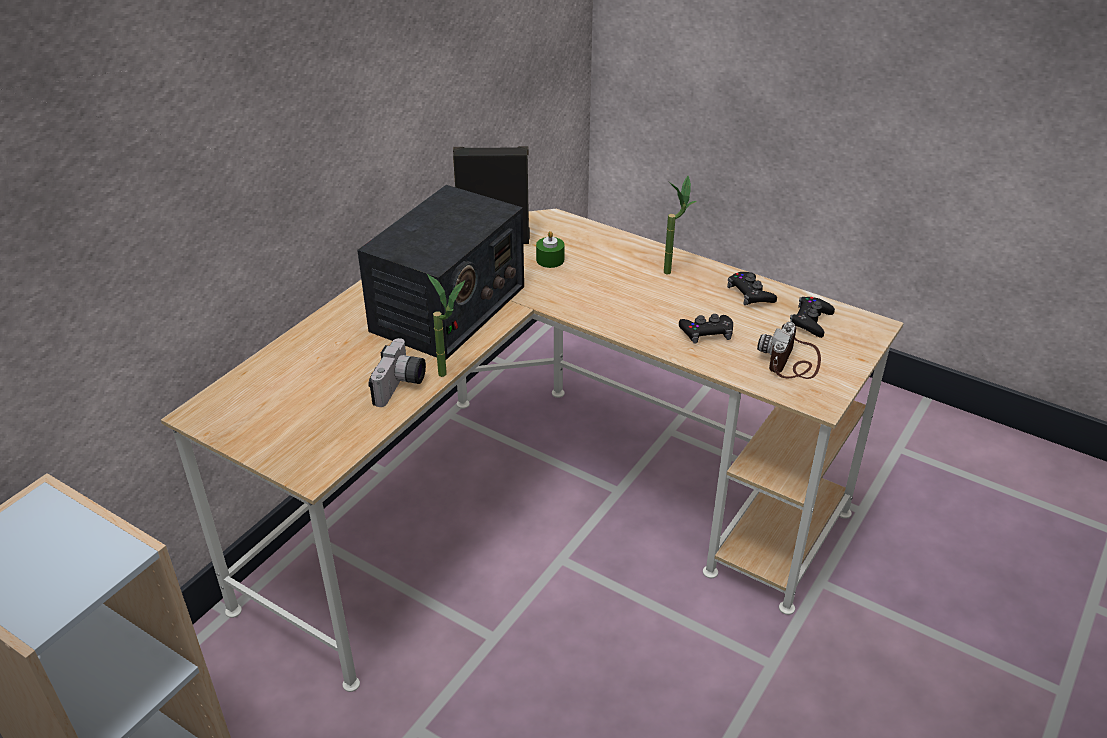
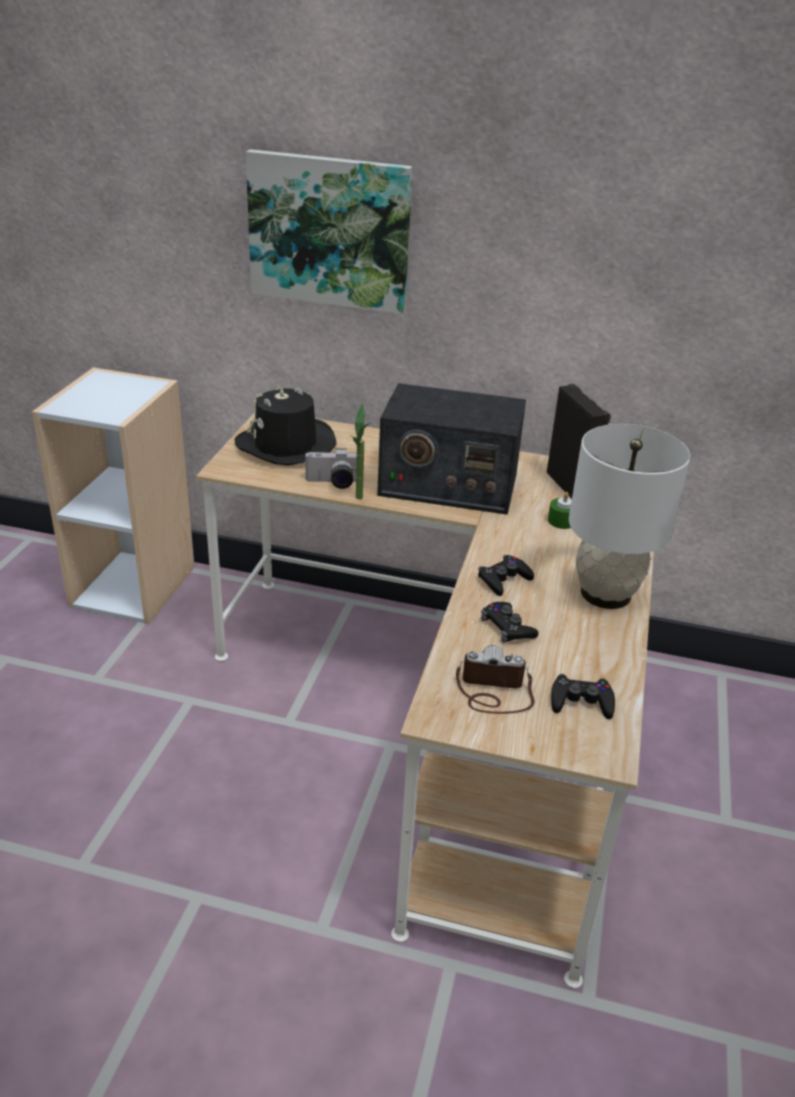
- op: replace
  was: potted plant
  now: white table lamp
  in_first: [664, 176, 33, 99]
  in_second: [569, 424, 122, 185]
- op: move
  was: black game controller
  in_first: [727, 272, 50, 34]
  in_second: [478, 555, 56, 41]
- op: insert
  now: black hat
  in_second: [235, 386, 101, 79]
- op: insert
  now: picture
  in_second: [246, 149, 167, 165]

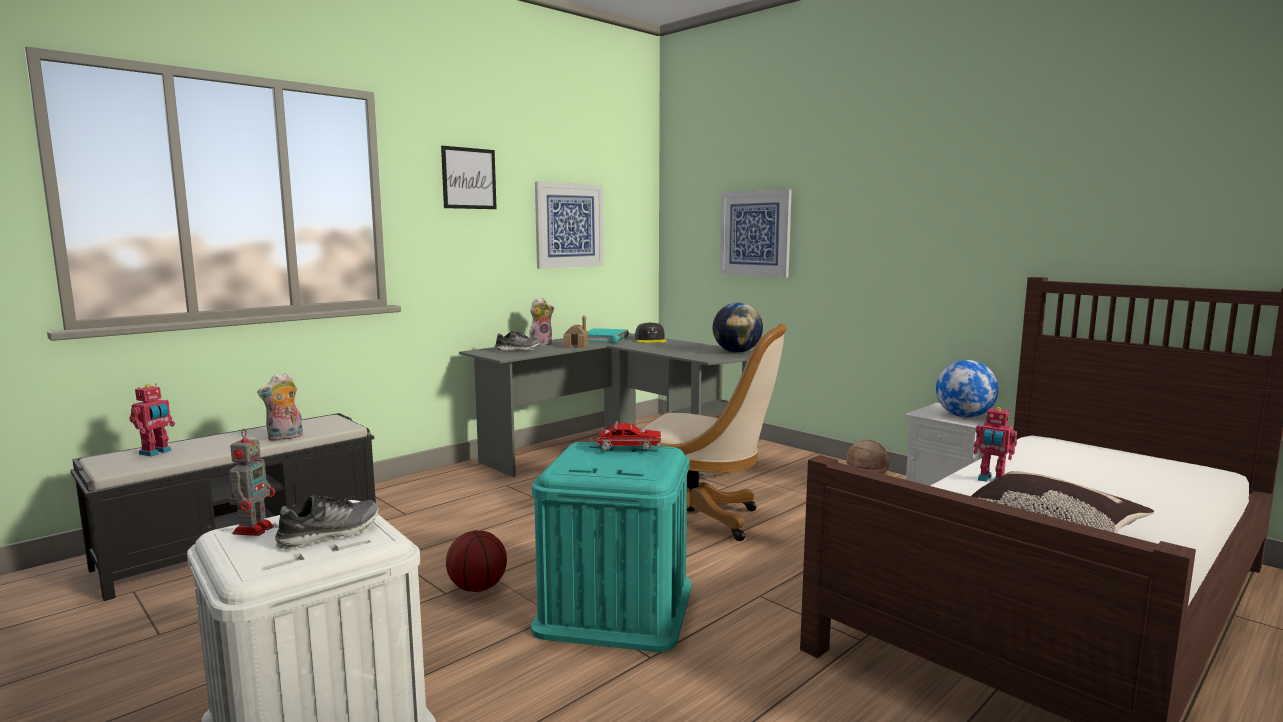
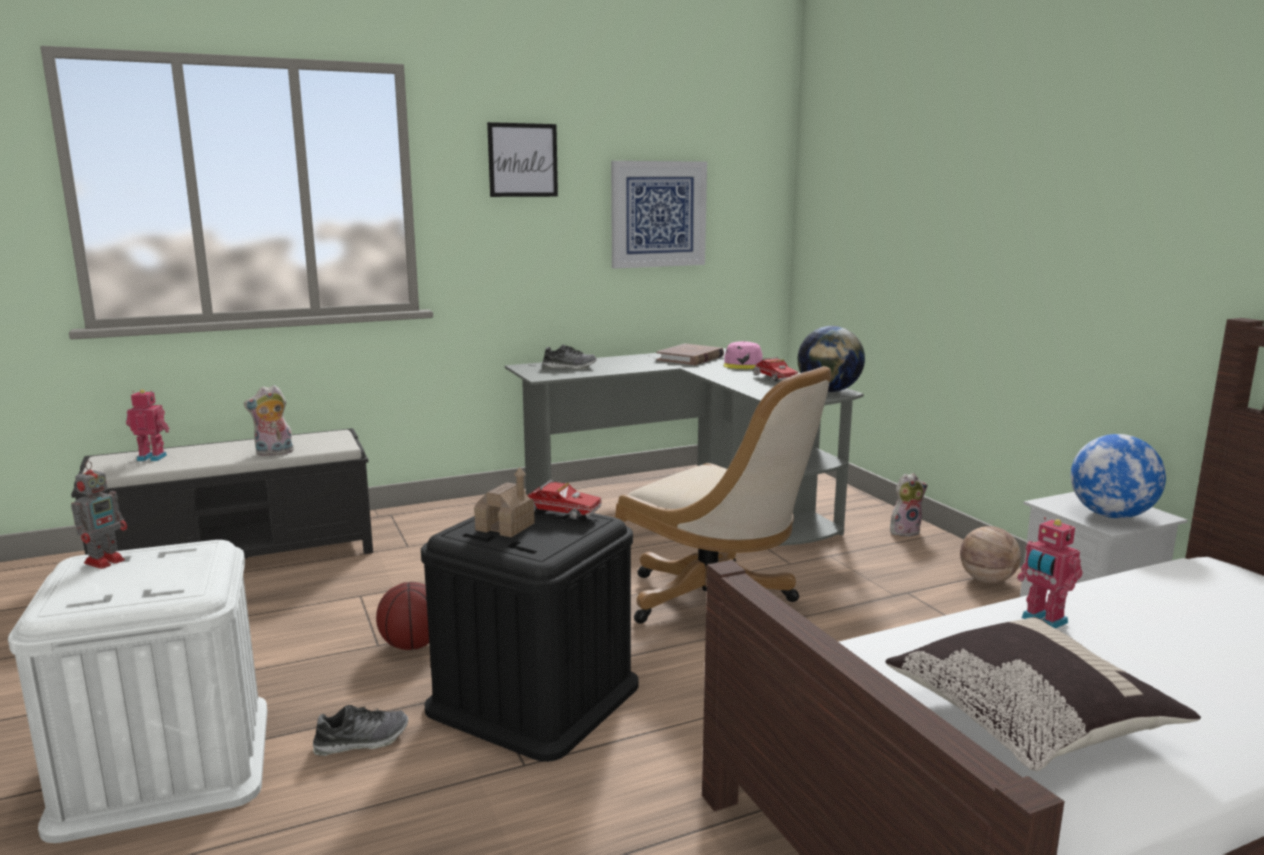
- op: rotate
  was: toy robot
  in_first: [129, 384, 46, 73]
  in_second: [126, 390, 44, 71]
  clockwise: -135
- op: move
  was: shoe
  in_first: [275, 495, 104, 54]
  in_second: [313, 705, 95, 51]
- op: move
  was: plush toy
  in_first: [529, 298, 25, 48]
  in_second: [890, 473, 38, 64]
- op: recolor
  was: turquoise storage box
  now: black storage box
  in_first: [531, 442, 160, 210]
  in_second: [421, 507, 218, 255]
- op: move
  was: toy house
  in_first: [564, 315, 24, 33]
  in_second: [474, 467, 61, 70]
- op: recolor
  was: turquoise book
  now: brown book
  in_first: [587, 328, 42, 15]
  in_second: [656, 343, 68, 22]
- op: recolor
  was: grey cap
  now: pink cap
  in_first: [635, 322, 32, 21]
  in_second: [724, 341, 39, 28]
- op: delete
  was: picture
  in_first: [720, 190, 72, 87]
- op: insert
  now: toy truck
  in_second: [753, 357, 45, 24]

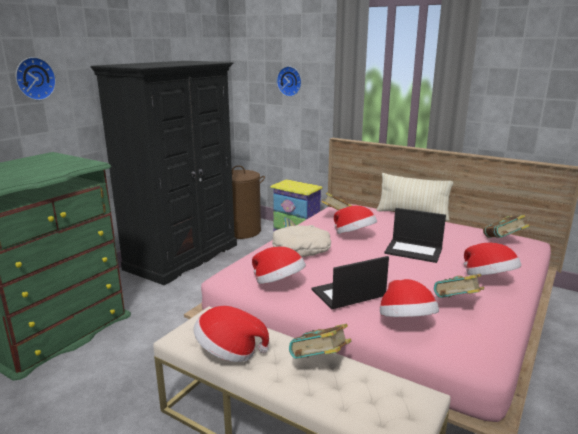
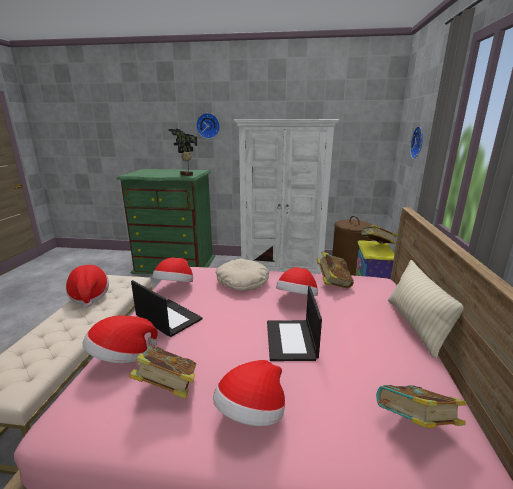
- op: recolor
  was: black wardrobe
  now: white wardrobe
  in_first: [90, 61, 147, 224]
  in_second: [234, 119, 105, 155]
- op: move
  was: book
  in_first: [289, 324, 62, 35]
  in_second: [360, 225, 38, 19]
- op: insert
  now: potted plant
  in_second: [168, 129, 29, 47]

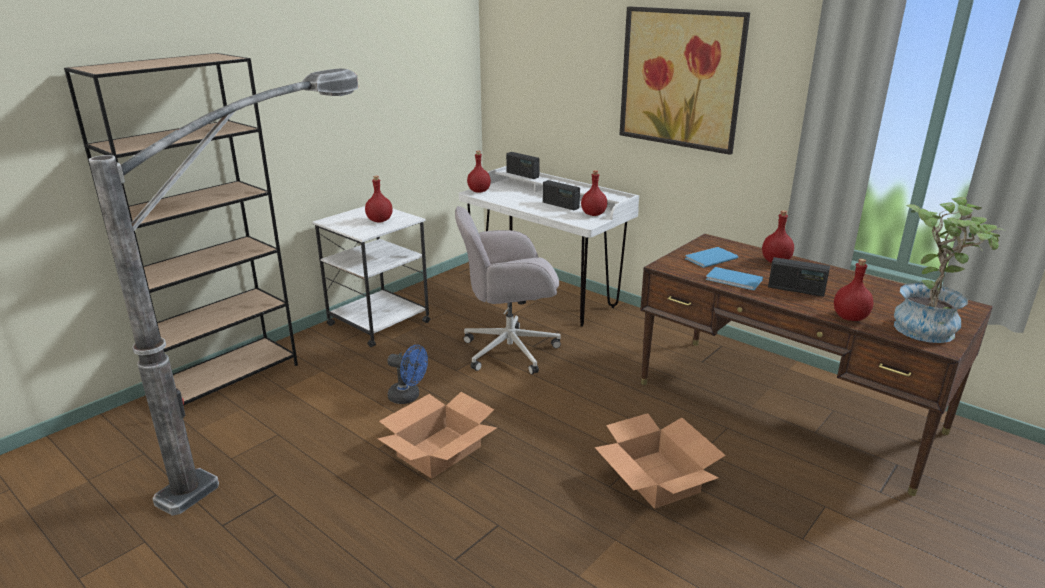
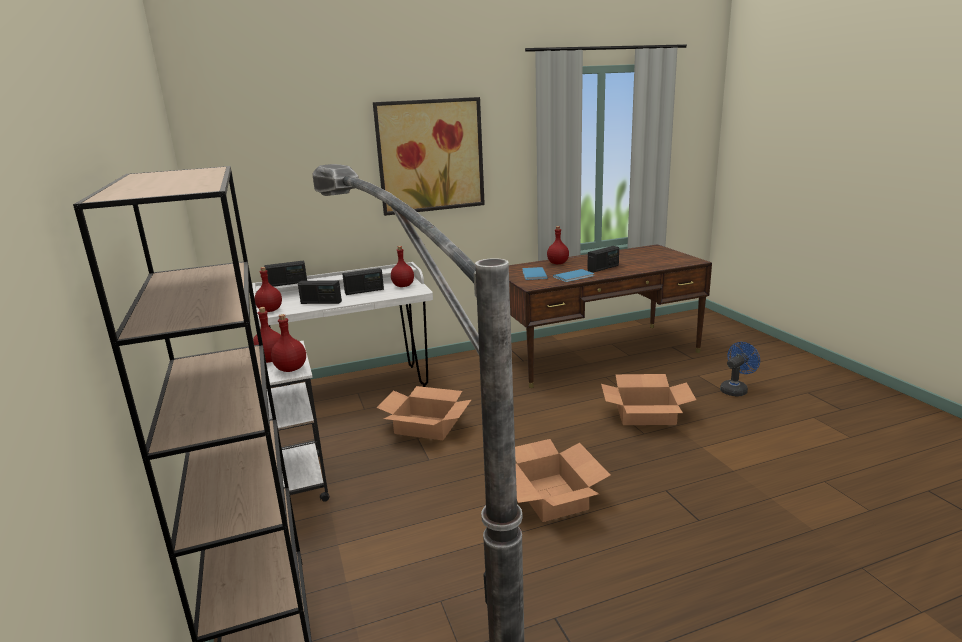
- op: move
  was: blue fan
  in_first: [387, 345, 41, 59]
  in_second: [720, 342, 40, 55]
- op: replace
  was: grey office chair
  now: cardboard box
  in_first: [455, 206, 106, 168]
  in_second: [377, 386, 94, 54]
- op: move
  was: red bottle
  in_first: [834, 259, 40, 62]
  in_second: [271, 314, 35, 58]
- op: delete
  was: potted plant
  in_first: [894, 197, 111, 146]
- op: insert
  now: radio
  in_second: [298, 280, 44, 24]

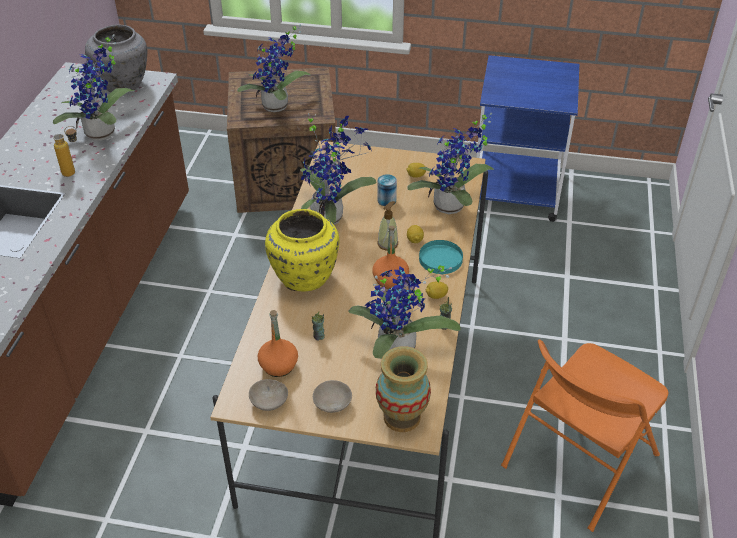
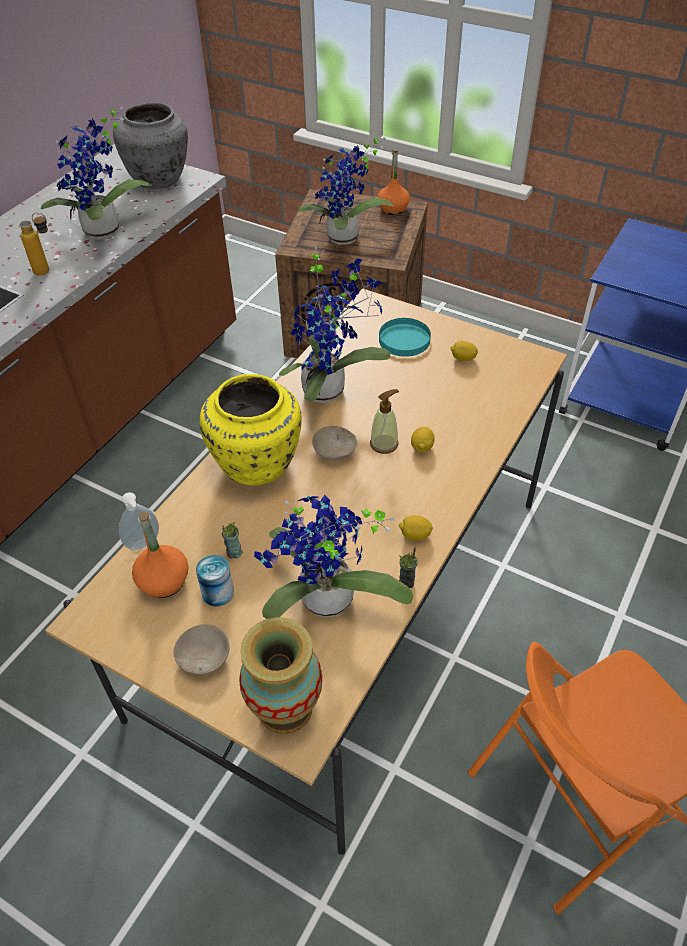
- op: move
  was: beige bowl
  in_first: [249, 379, 39, 32]
  in_second: [312, 426, 45, 35]
- op: move
  was: orange bottle
  in_first: [372, 226, 37, 63]
  in_second: [377, 149, 33, 66]
- op: move
  was: can
  in_first: [377, 174, 20, 32]
  in_second: [196, 555, 38, 51]
- op: delete
  was: potted plant
  in_first: [407, 112, 87, 102]
- op: move
  was: turquoise plate
  in_first: [419, 240, 44, 34]
  in_second: [379, 318, 52, 39]
- op: insert
  now: soap dispenser
  in_second: [119, 492, 40, 58]

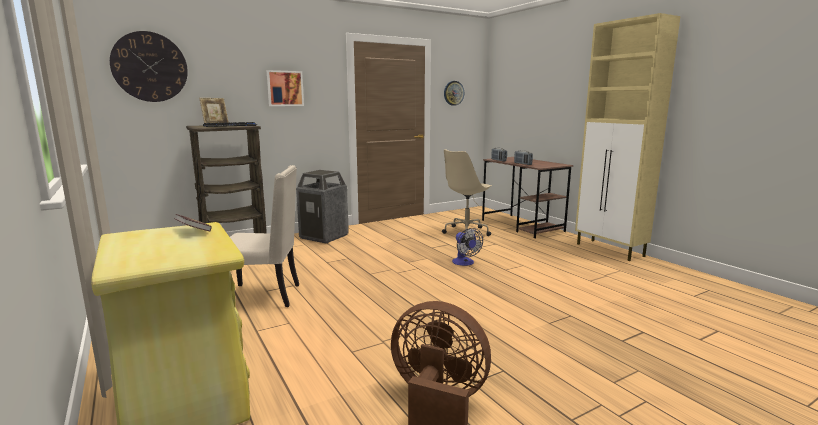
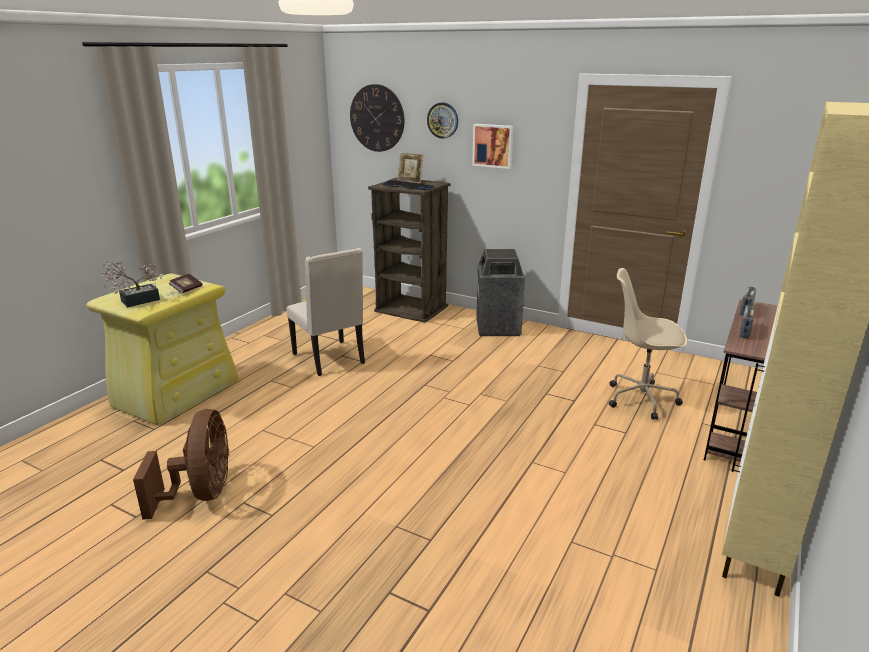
- op: move
  was: wall clock
  in_first: [444, 81, 20, 25]
  in_second: [427, 102, 31, 37]
- op: delete
  was: fan
  in_first: [452, 228, 31, 38]
- op: insert
  now: potted plant
  in_second: [102, 261, 61, 46]

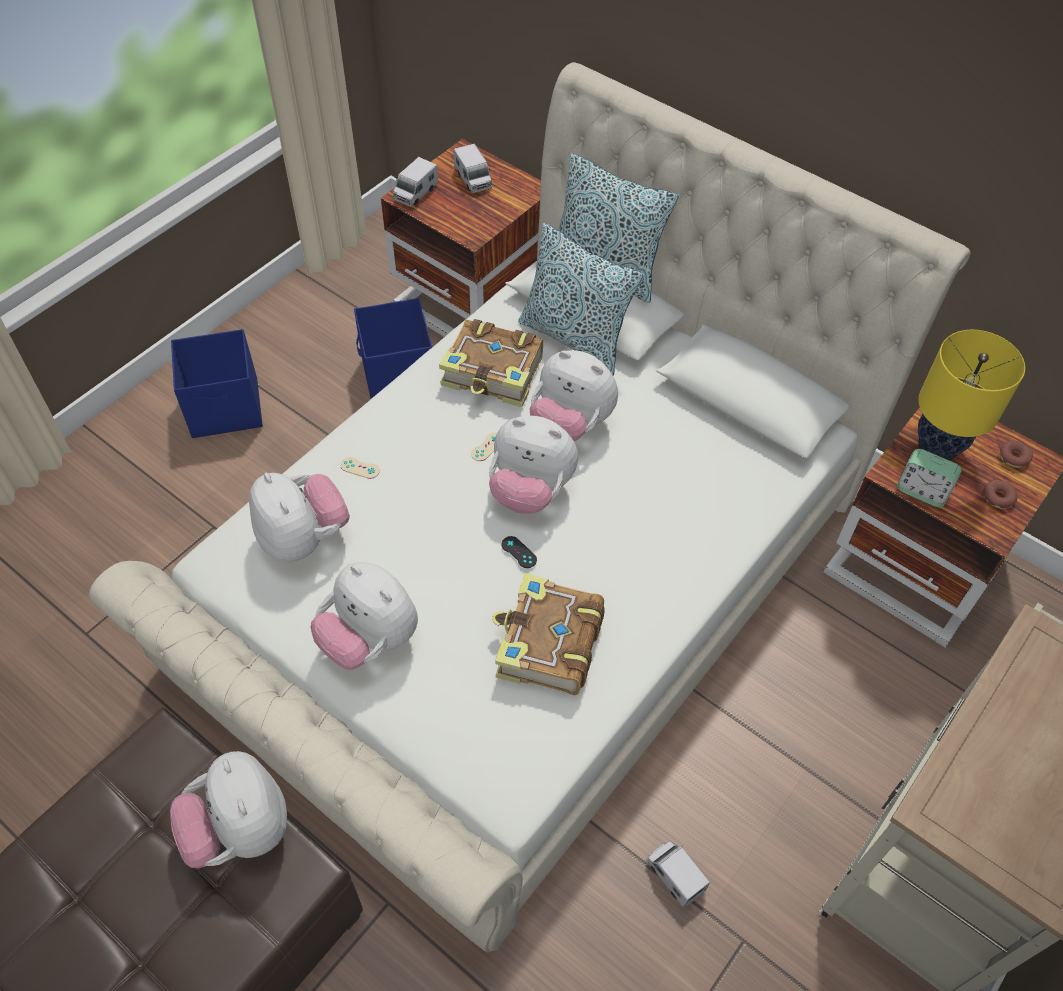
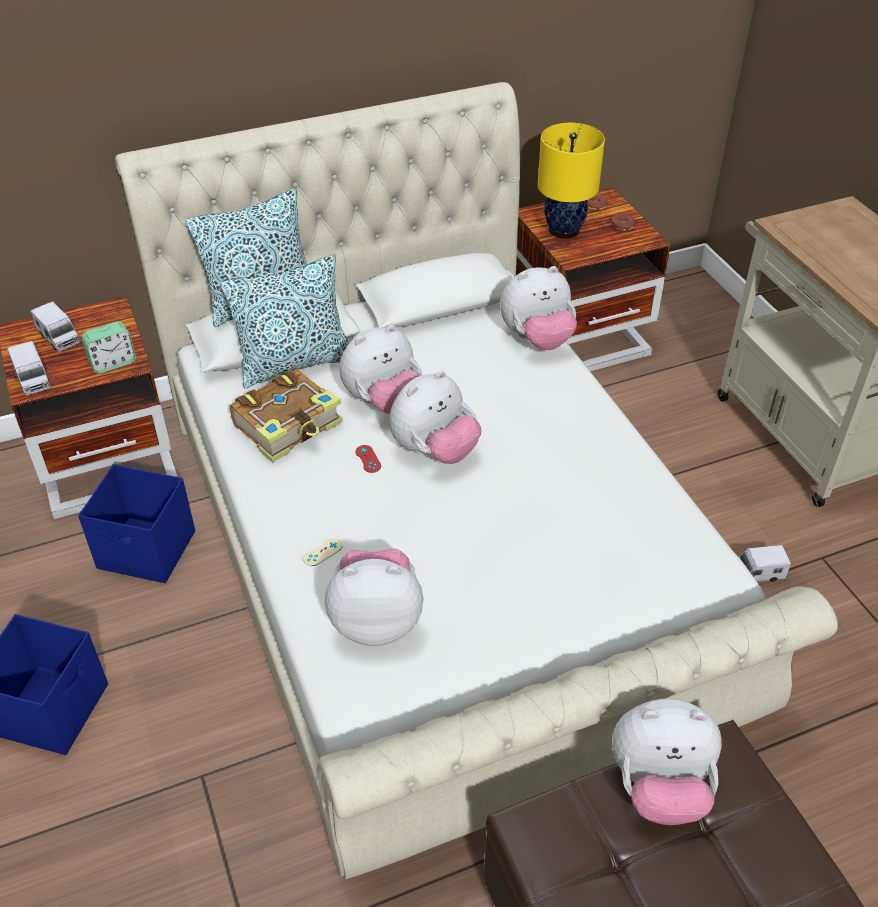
- op: move
  was: plush toy
  in_first: [311, 562, 107, 108]
  in_second: [500, 266, 77, 84]
- op: rotate
  was: toy truck
  in_first: [454, 144, 38, 49]
  in_second: [31, 301, 49, 51]
  clockwise: 45
- op: recolor
  was: beige game controller
  now: red game controller
  in_first: [471, 432, 26, 29]
  in_second: [355, 445, 26, 28]
- op: delete
  was: book
  in_first: [492, 573, 113, 122]
- op: delete
  was: black game controller
  in_first: [502, 536, 35, 32]
- op: move
  was: alarm clock
  in_first: [897, 449, 65, 58]
  in_second: [82, 322, 54, 52]

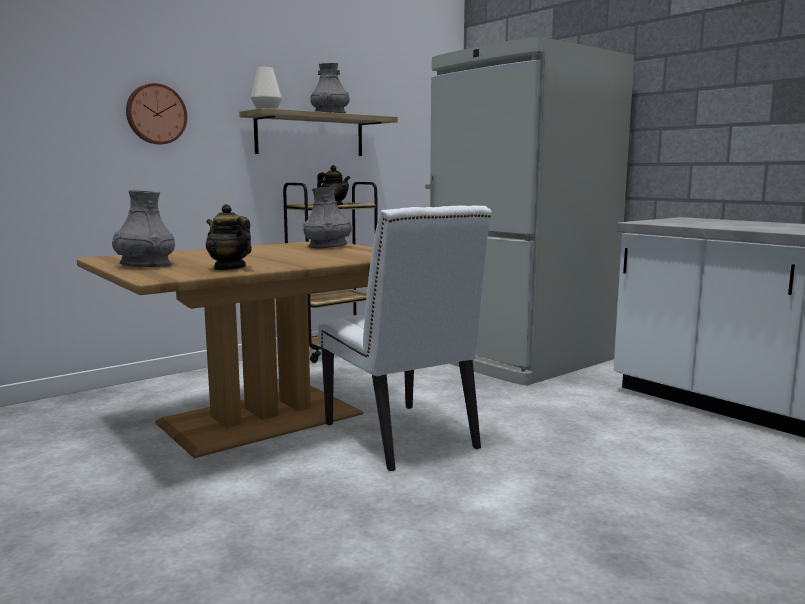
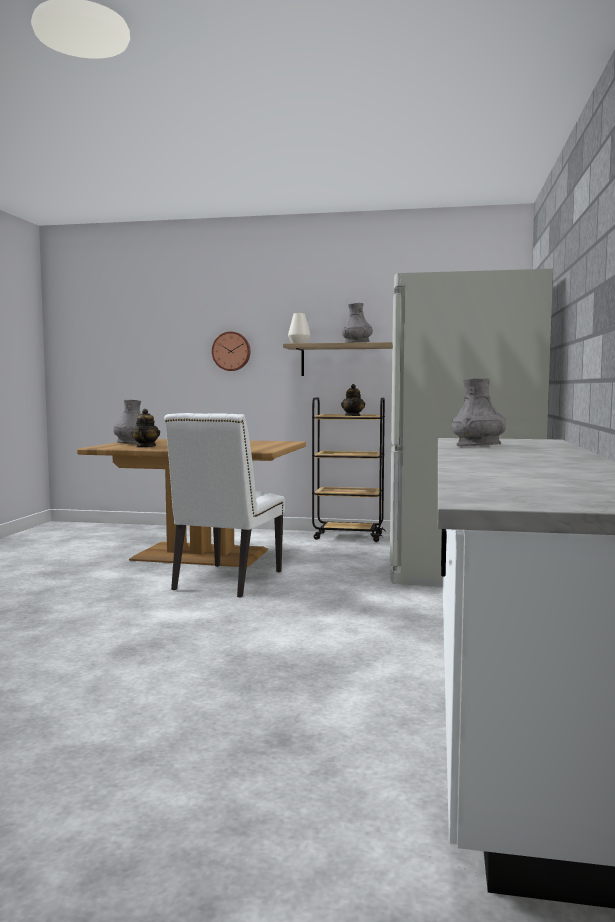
- op: move
  was: grey vase
  in_first: [303, 187, 49, 62]
  in_second: [452, 379, 54, 68]

